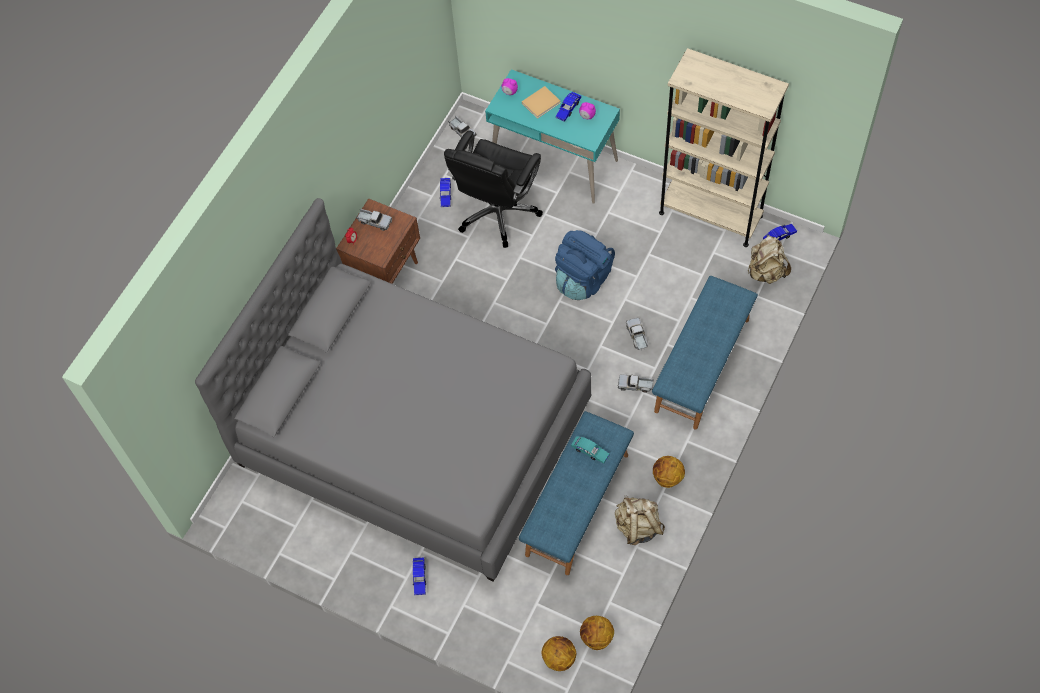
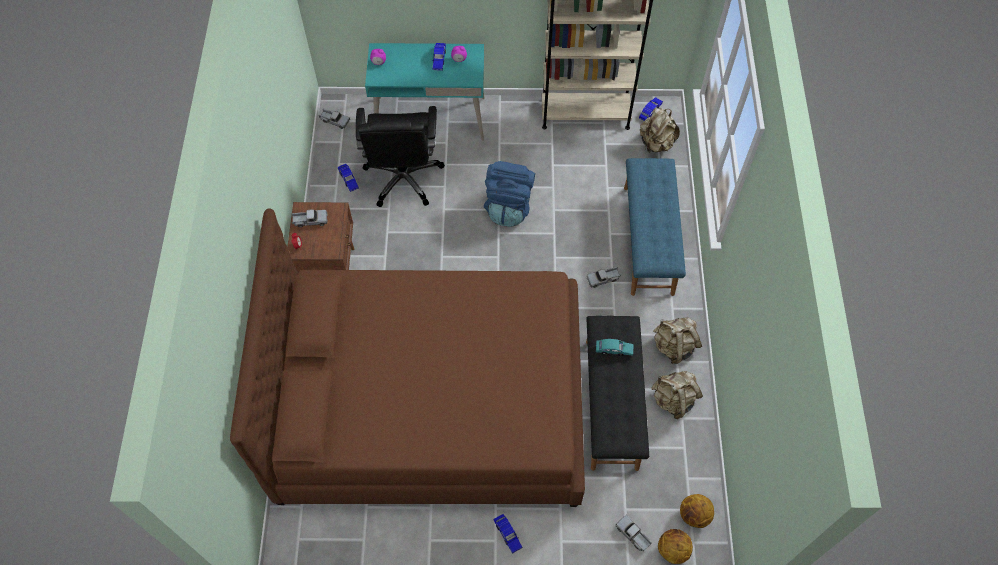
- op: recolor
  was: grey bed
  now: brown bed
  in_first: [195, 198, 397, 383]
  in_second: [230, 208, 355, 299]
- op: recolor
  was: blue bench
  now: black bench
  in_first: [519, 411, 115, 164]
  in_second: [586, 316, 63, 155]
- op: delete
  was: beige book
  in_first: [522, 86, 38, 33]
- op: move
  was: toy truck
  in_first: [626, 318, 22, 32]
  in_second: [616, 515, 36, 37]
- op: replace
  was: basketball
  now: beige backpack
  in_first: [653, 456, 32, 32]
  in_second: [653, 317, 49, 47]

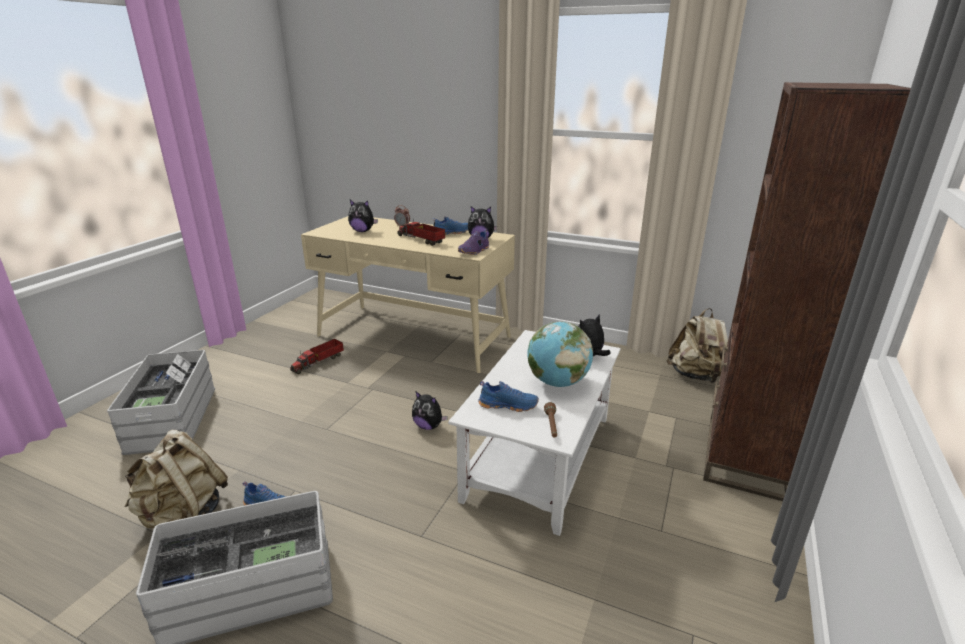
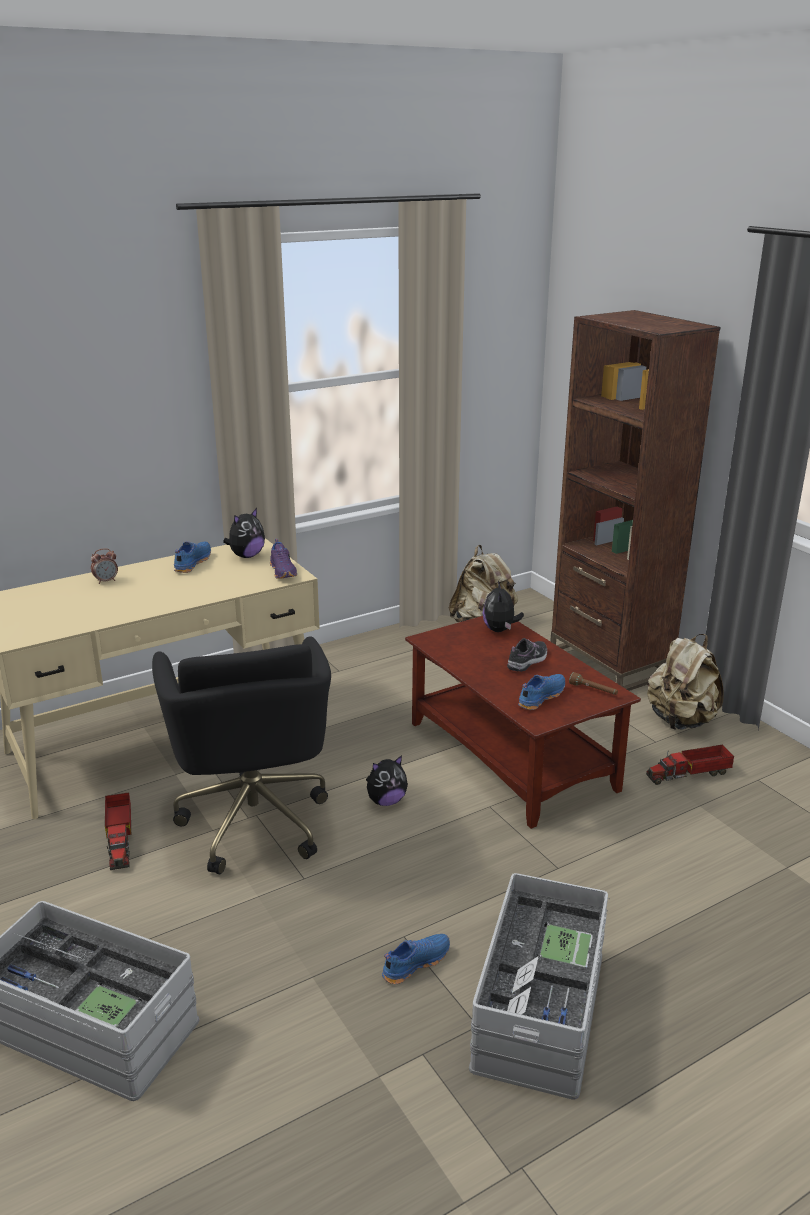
- op: move
  was: beige backpack
  in_first: [124, 430, 104, 98]
  in_second: [647, 634, 77, 96]
- op: delete
  was: plush toy
  in_first: [348, 200, 30, 32]
- op: move
  was: toy truck
  in_first: [397, 219, 48, 27]
  in_second: [646, 744, 88, 41]
- op: recolor
  was: white coffee table
  now: brown coffee table
  in_first: [448, 330, 173, 206]
  in_second: [405, 616, 236, 213]
- op: replace
  was: globe
  now: shoe
  in_first: [527, 322, 66, 65]
  in_second: [507, 638, 40, 34]
- op: insert
  now: black office chair
  in_second: [152, 636, 179, 238]

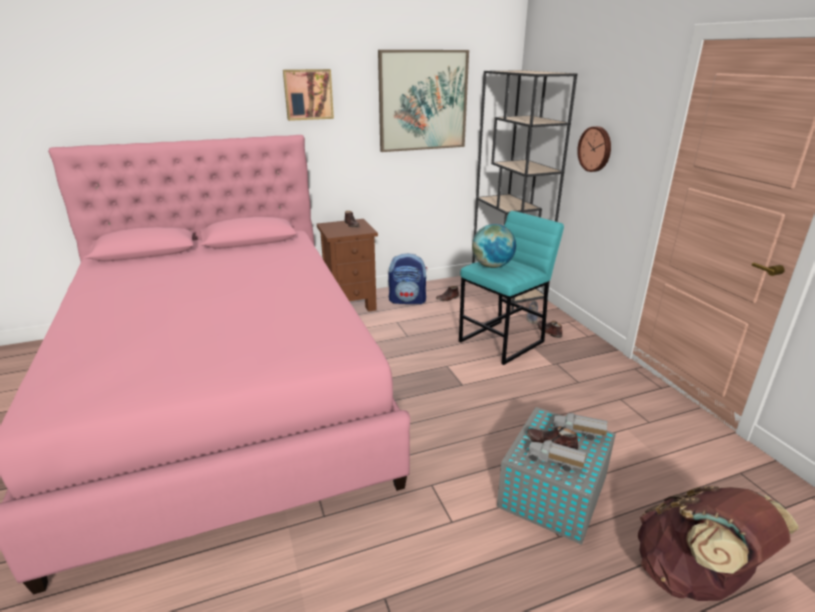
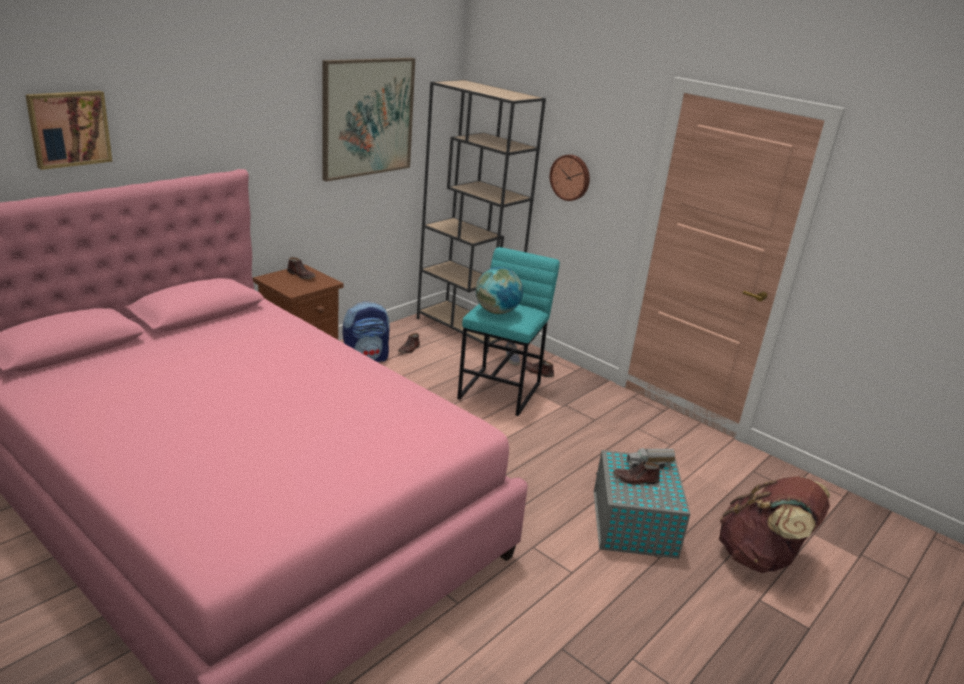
- op: move
  was: picture
  in_first: [283, 69, 51, 52]
  in_second: [25, 91, 87, 79]
- op: delete
  was: toy truck
  in_first: [527, 440, 59, 31]

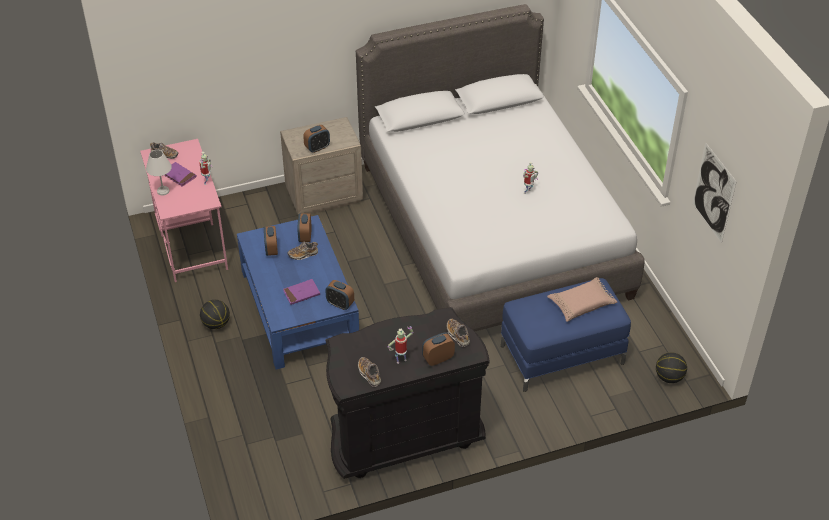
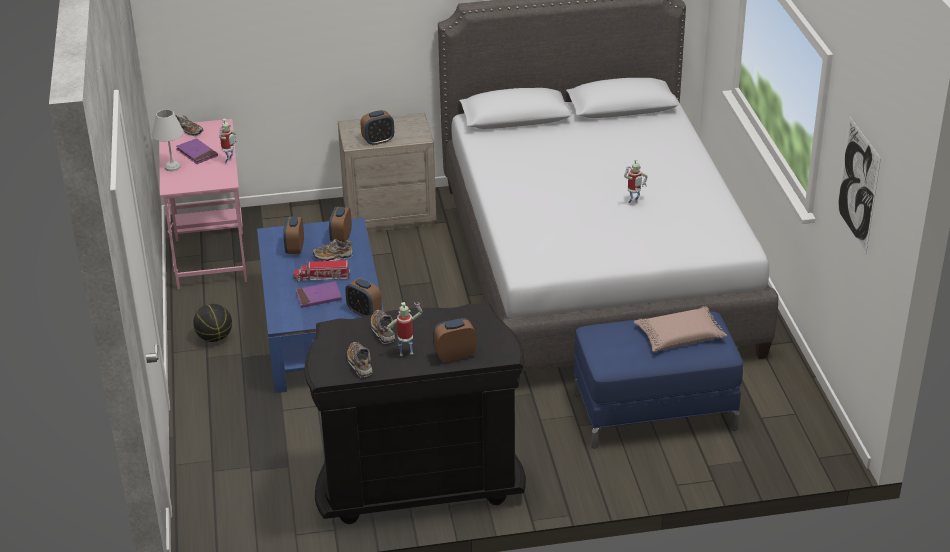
- op: move
  was: shoe
  in_first: [447, 319, 23, 28]
  in_second: [371, 310, 24, 34]
- op: delete
  was: basketball
  in_first: [656, 352, 31, 31]
- op: insert
  now: toy truck
  in_second: [293, 260, 58, 21]

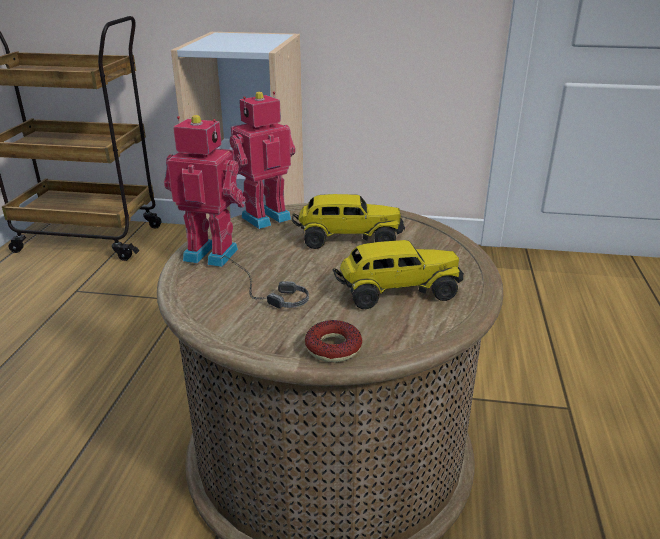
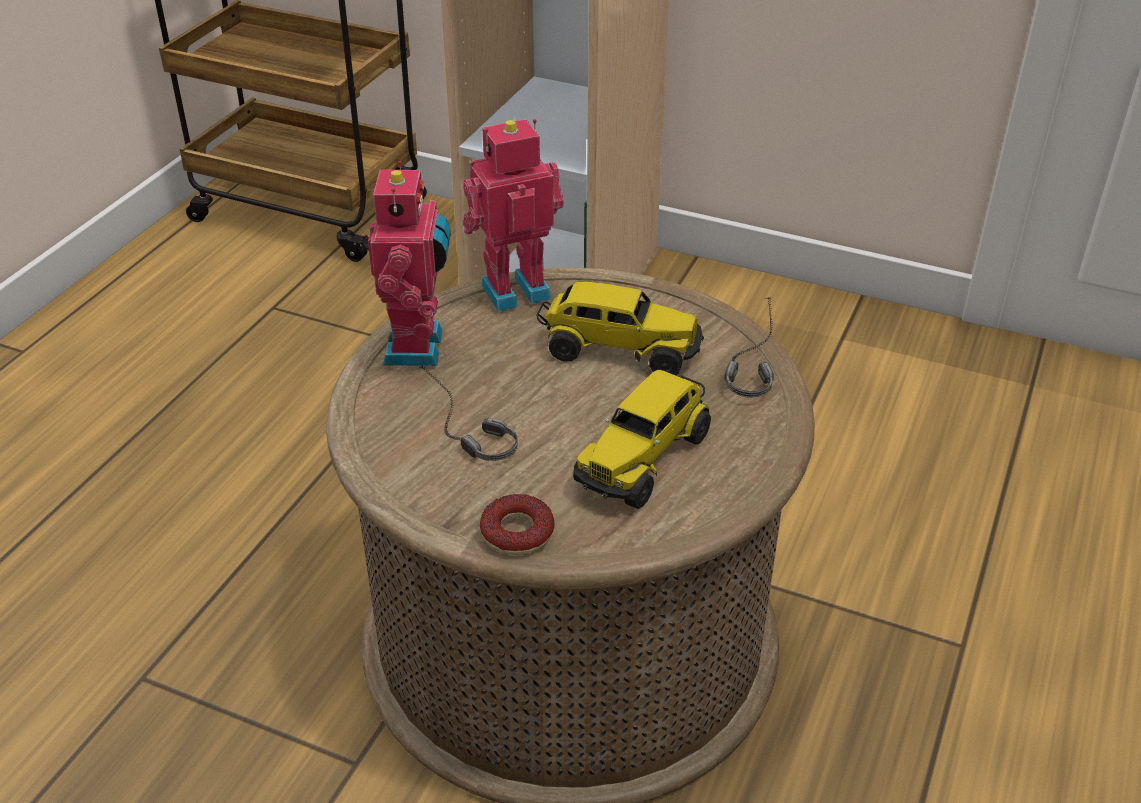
- op: rotate
  was: toy robot
  in_first: [164, 115, 82, 152]
  in_second: [368, 161, 83, 205]
  clockwise: 60
- op: rotate
  was: toy truck
  in_first: [333, 240, 131, 69]
  in_second: [573, 370, 138, 139]
  clockwise: 120
- op: insert
  now: headphones
  in_second: [724, 297, 50, 101]

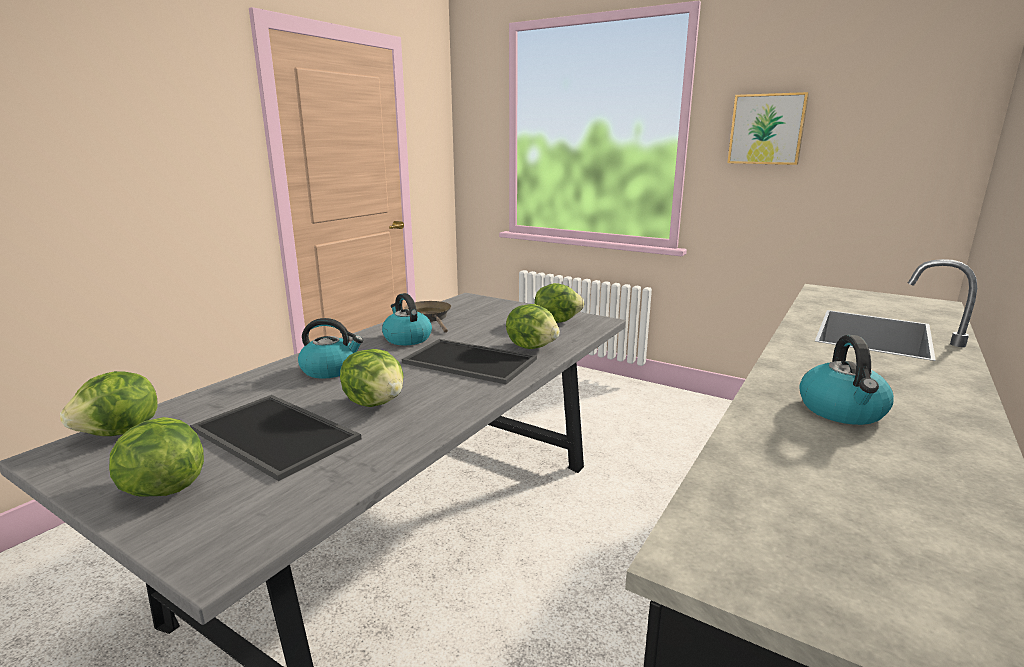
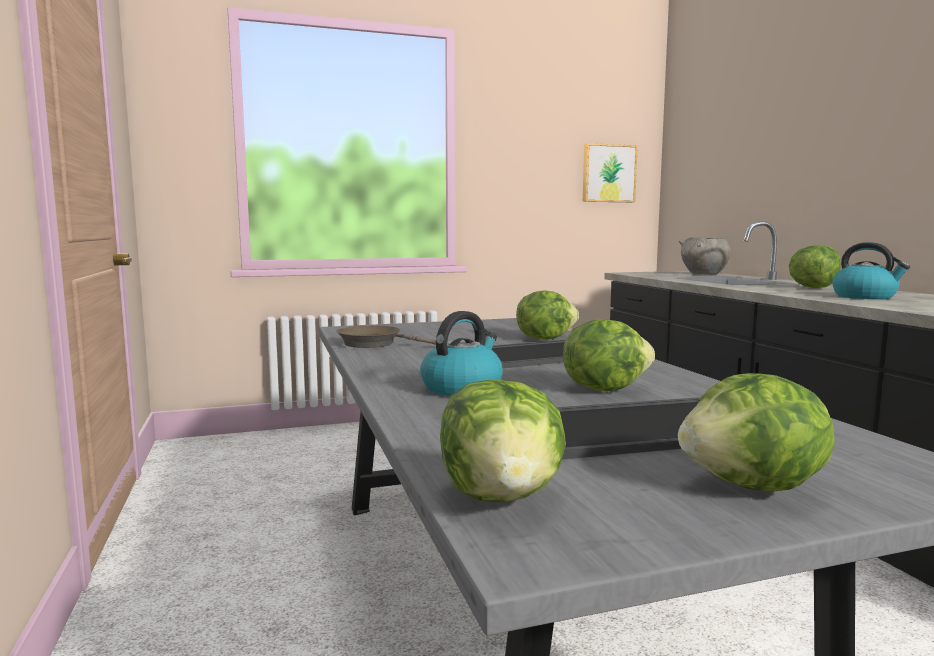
- op: delete
  was: kettle
  in_first: [382, 293, 50, 52]
- op: move
  was: lettuce
  in_first: [535, 283, 50, 40]
  in_second: [789, 245, 52, 43]
- op: move
  was: picture
  in_first: [727, 92, 82, 73]
  in_second: [583, 143, 55, 59]
- op: insert
  now: grey bowl
  in_second: [679, 237, 52, 38]

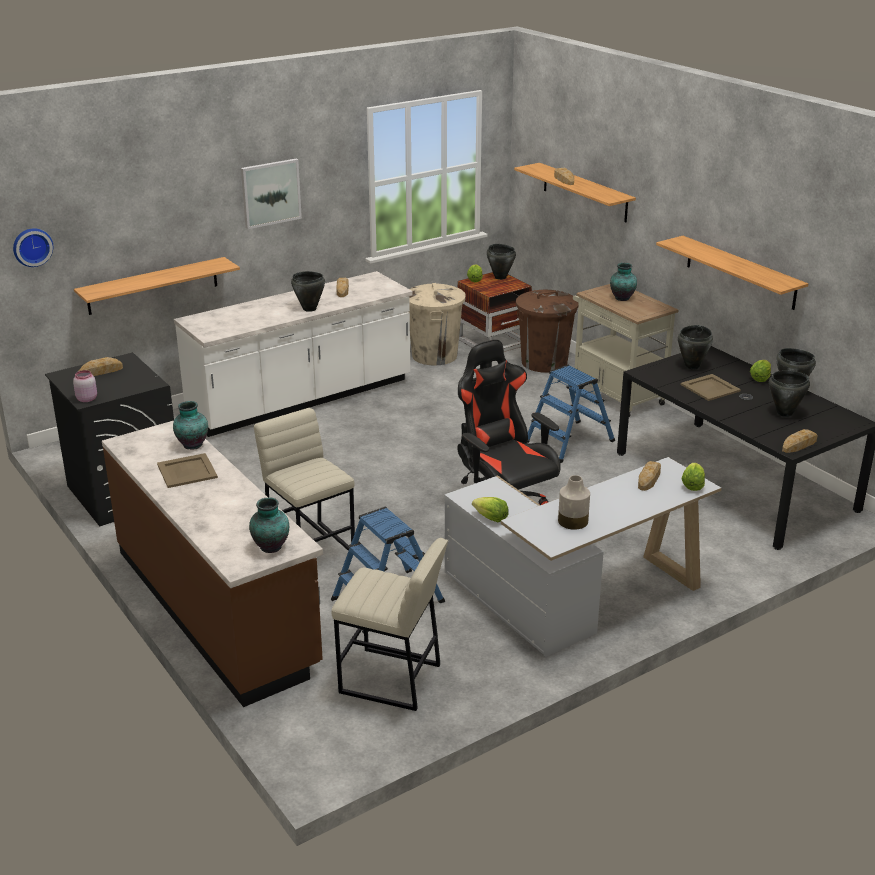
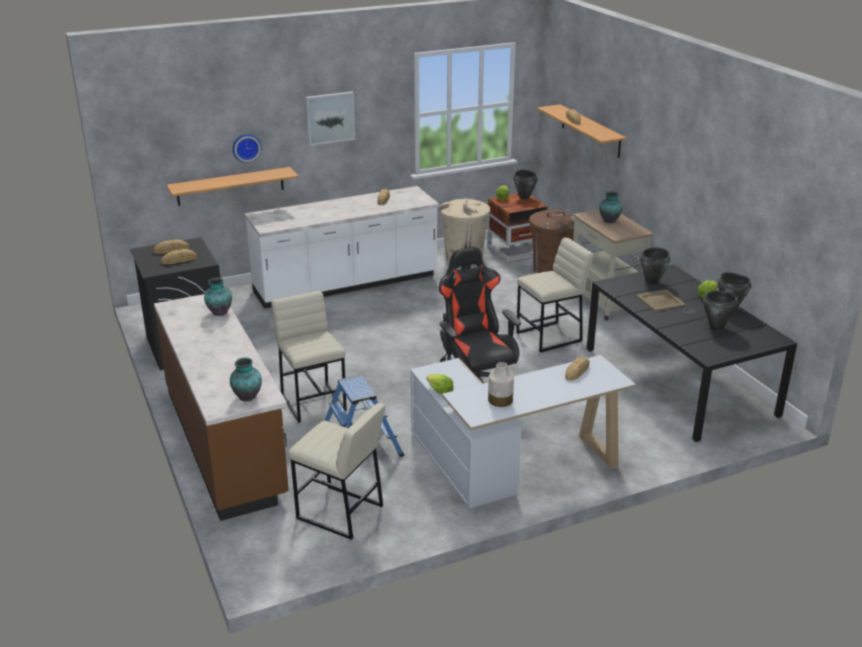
- op: move
  was: wall clock
  in_first: [13, 228, 40, 39]
  in_second: [232, 134, 30, 29]
- op: delete
  was: pink jar
  in_first: [73, 370, 24, 32]
- op: delete
  was: beige tray
  in_first: [157, 453, 61, 35]
- op: delete
  was: black cooking pot
  in_first: [291, 271, 34, 41]
- op: replace
  was: blue step ladder
  now: beige chair
  in_first: [526, 365, 89, 98]
  in_second: [516, 238, 78, 115]
- op: delete
  was: shelf
  in_first: [656, 236, 153, 74]
- op: delete
  was: lettuce
  in_first: [682, 463, 23, 28]
- op: move
  was: bread
  in_first: [782, 429, 35, 24]
  in_second: [161, 249, 36, 15]

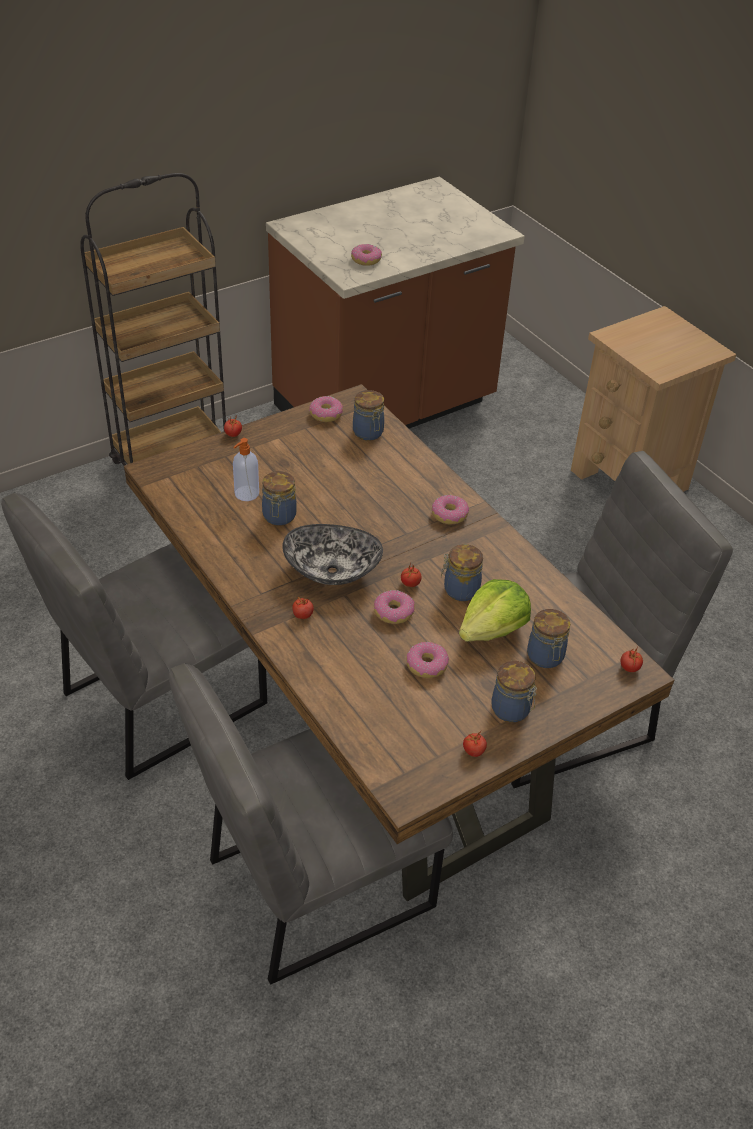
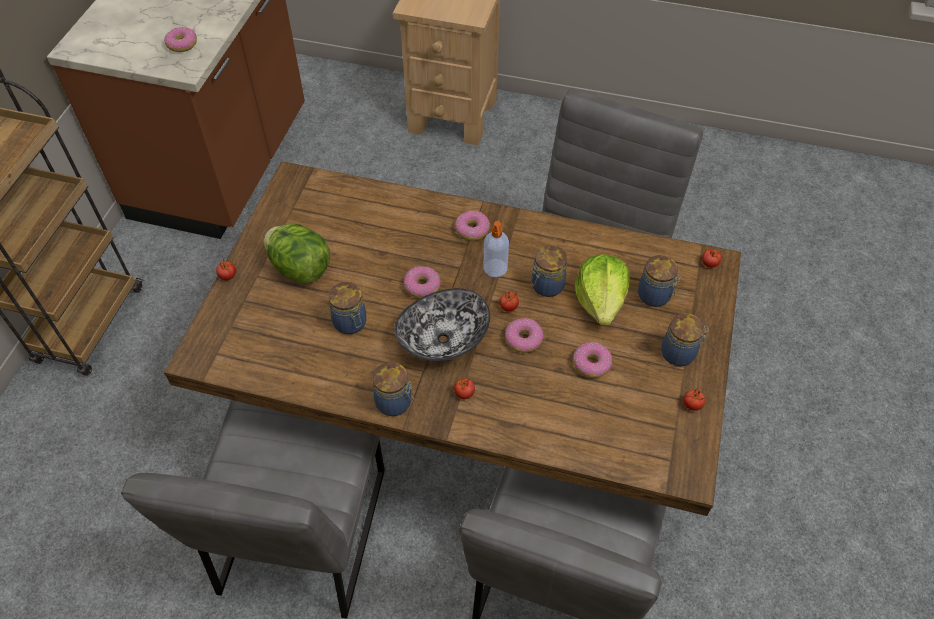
- op: move
  was: soap dispenser
  in_first: [233, 438, 26, 63]
  in_second: [483, 221, 26, 56]
- op: move
  was: donut
  in_first: [309, 396, 34, 26]
  in_second: [404, 266, 37, 32]
- op: move
  was: jar
  in_first: [353, 390, 31, 51]
  in_second: [372, 362, 43, 54]
- op: insert
  now: lettuce
  in_second: [264, 224, 66, 60]

